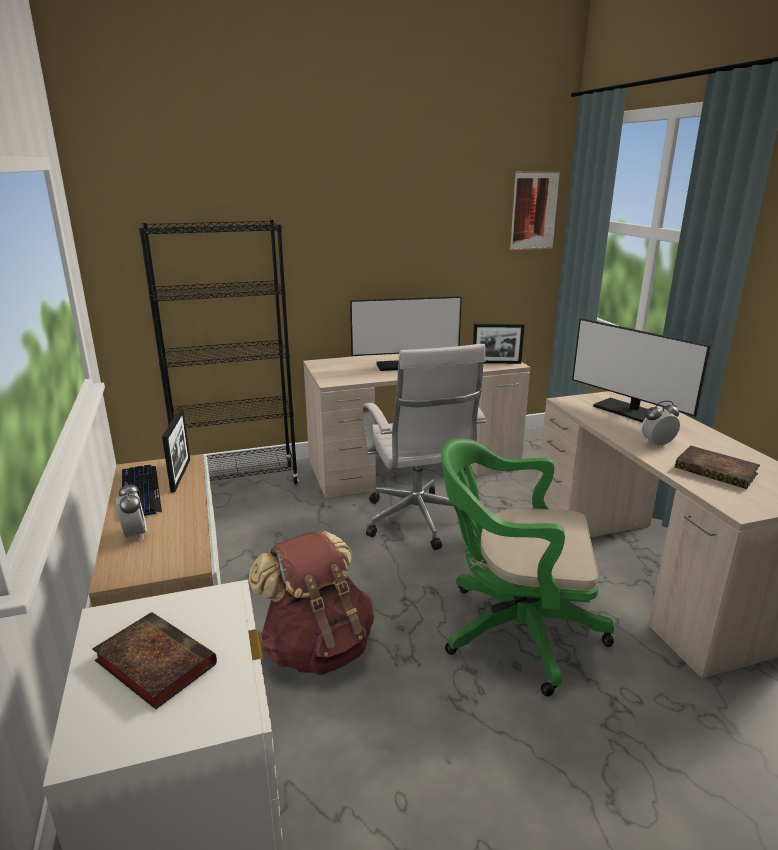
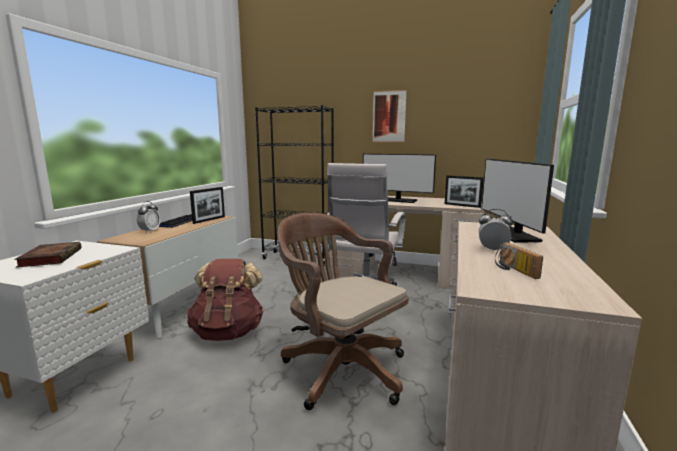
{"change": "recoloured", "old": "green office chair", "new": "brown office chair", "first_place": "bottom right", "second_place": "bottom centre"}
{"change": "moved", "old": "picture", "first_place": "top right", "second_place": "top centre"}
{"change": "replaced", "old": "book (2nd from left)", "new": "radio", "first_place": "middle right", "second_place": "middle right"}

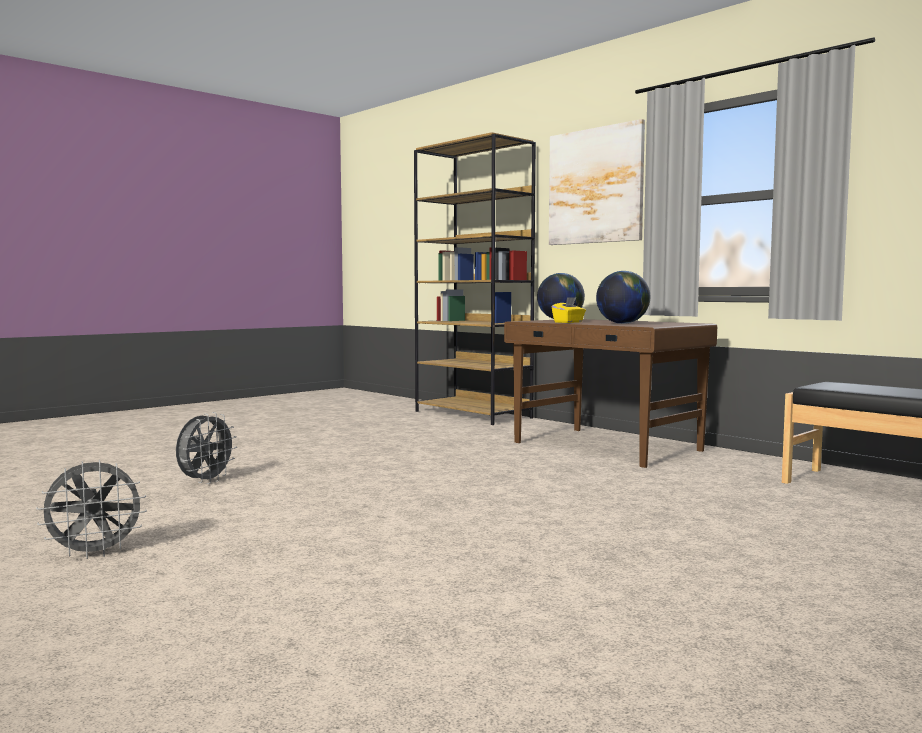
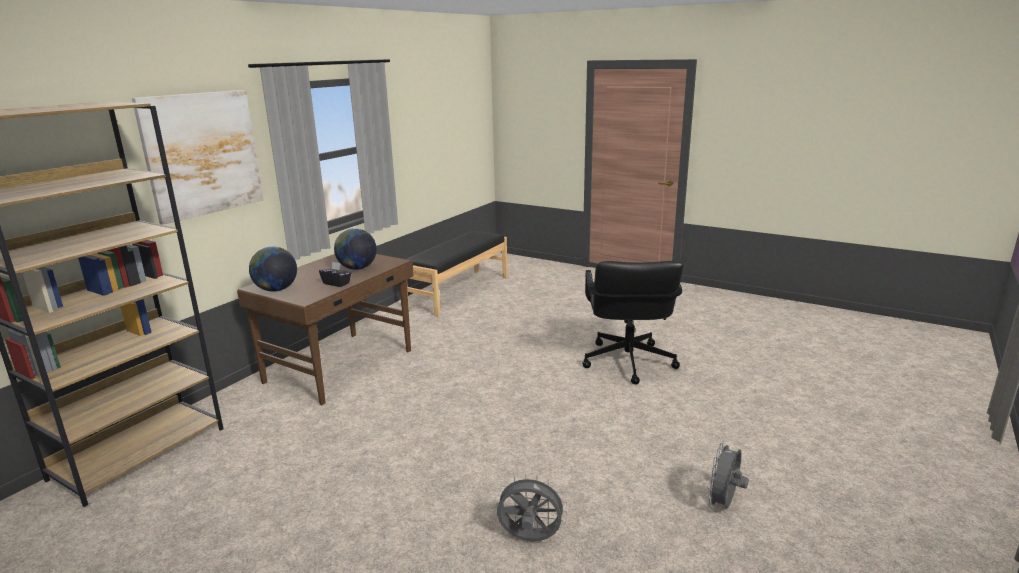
{"change": "recoloured", "old": "yellow tissue box", "new": "black tissue box", "first_place": "centre", "second_place": "middle left"}
{"change": "added", "new": "black office chair", "second_place": "centre"}
{"change": "turned", "old": "grey fan (1st from left in the first image)", "first_place": "bottom left", "second_place": "bottom right", "degrees": -105}

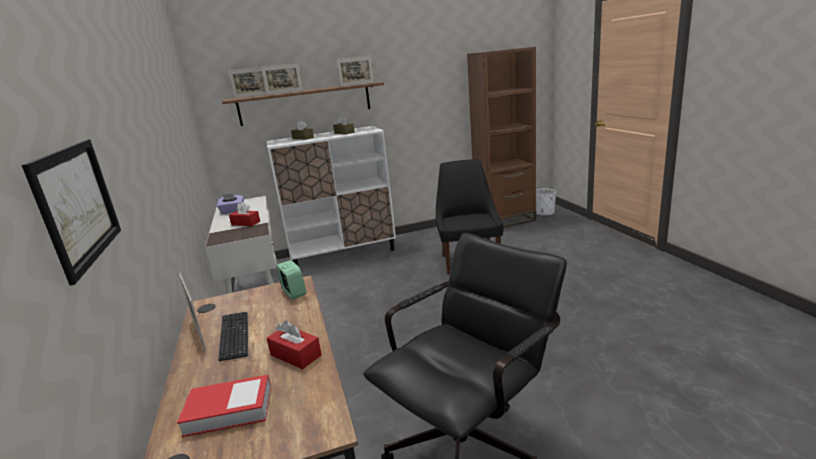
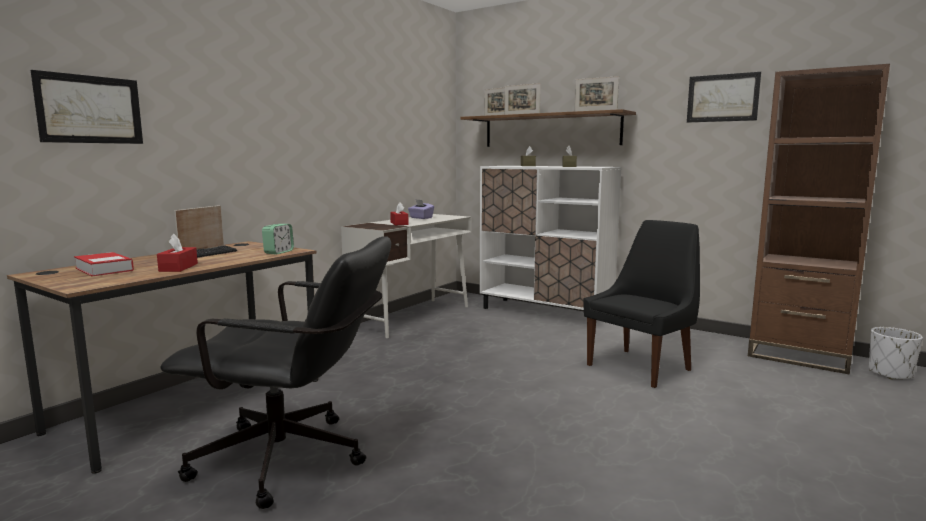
{"change": "added", "new": "picture (2nd from left)", "second_place": "top right"}

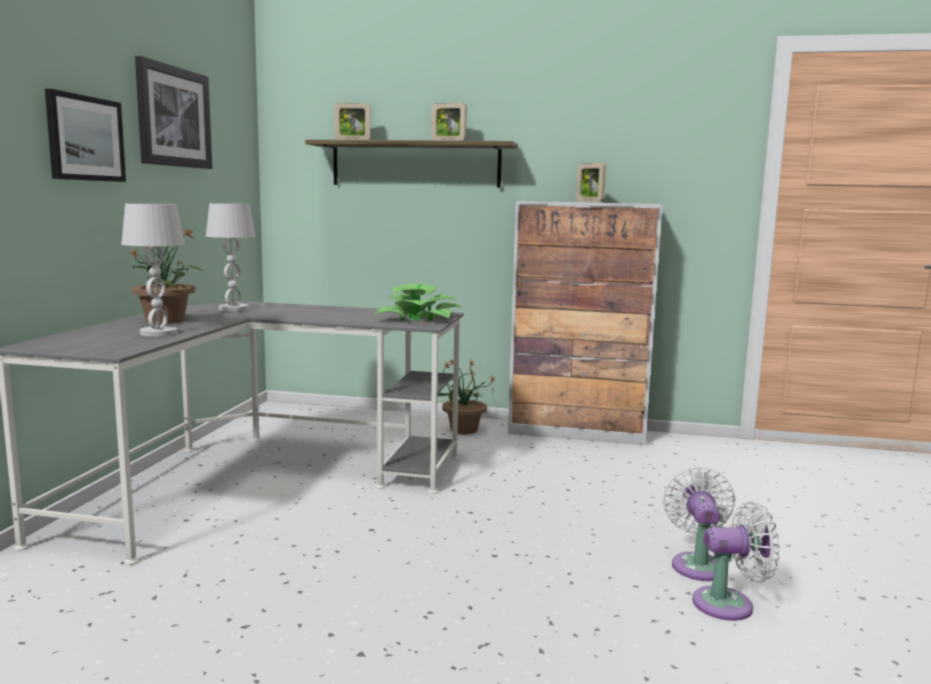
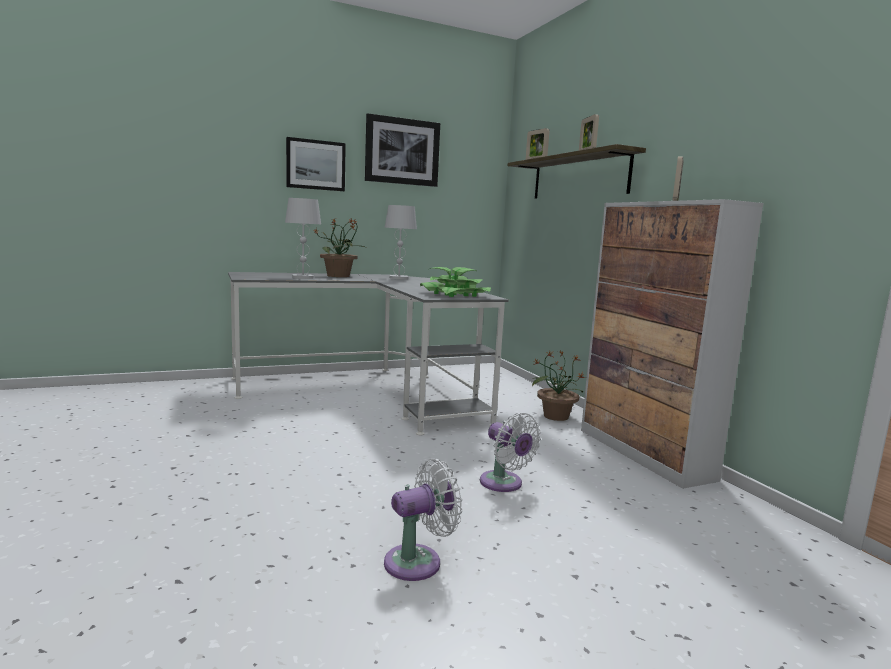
{"change": "moved", "old": "white fan (2nd from left)", "first_place": "bottom right", "second_place": "bottom centre"}

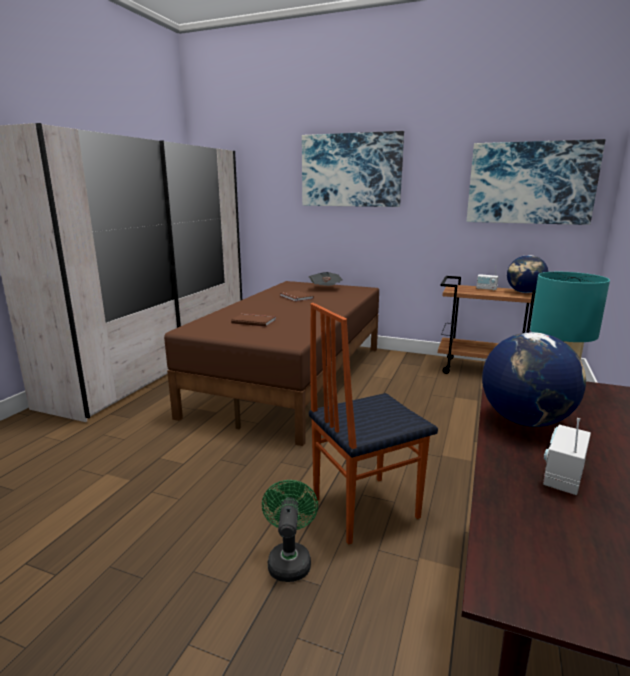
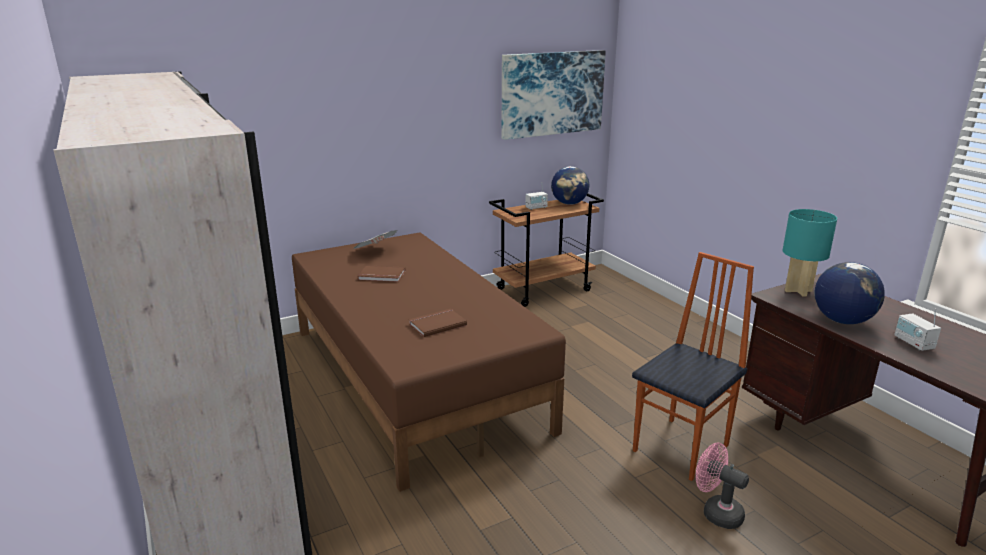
{"change": "turned", "old": "chair", "first_place": "centre", "second_place": "middle right", "degrees": -150}
{"change": "recoloured", "old": "green fan", "new": "pink fan", "first_place": "bottom centre", "second_place": "bottom right"}
{"change": "removed", "old": "picture (1st from left)", "first_place": "top centre"}

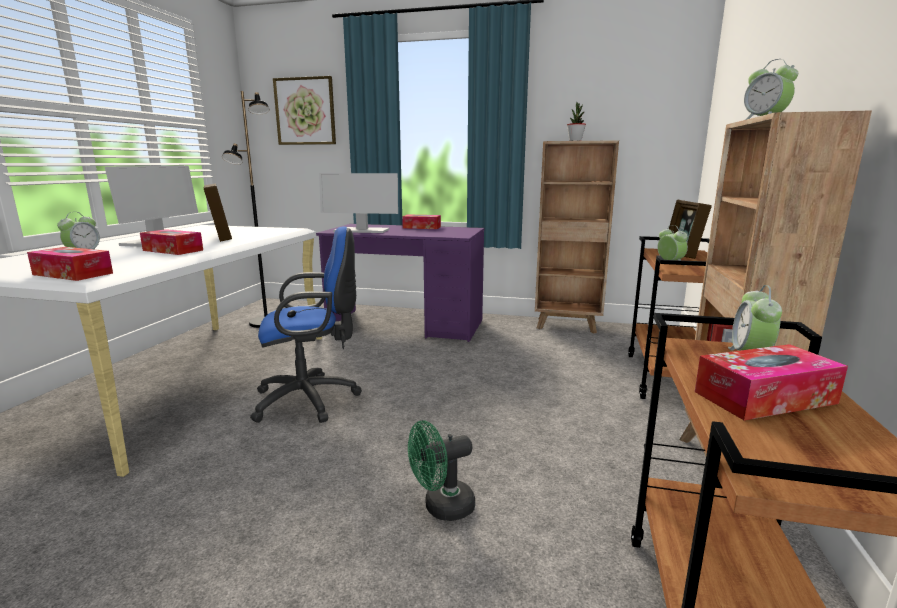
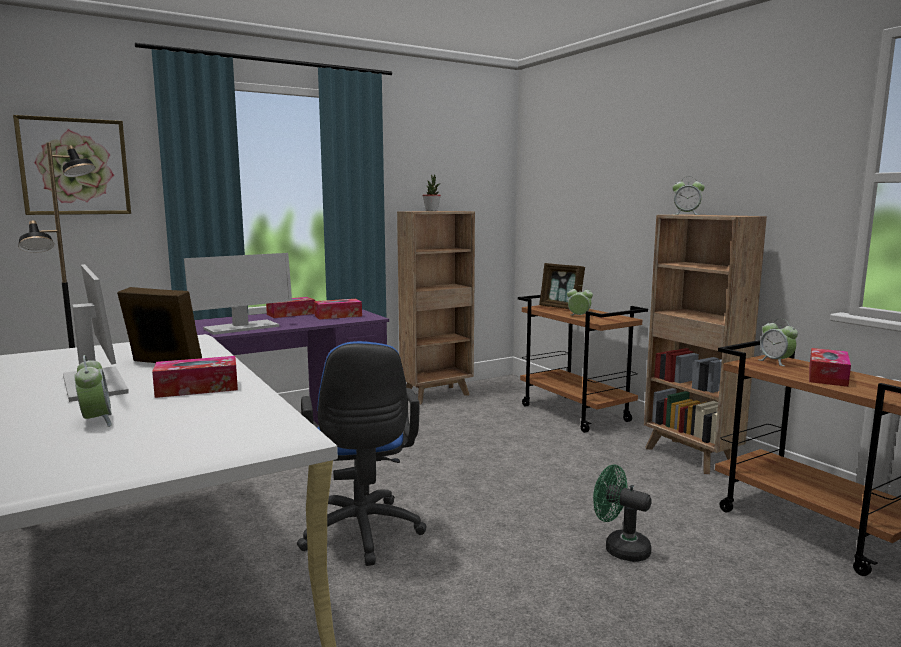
{"change": "turned", "old": "blue office chair", "first_place": "centre", "second_place": "bottom centre", "degrees": 135}
{"change": "moved", "old": "tissue box (1st from left in the first image)", "new": "tissue box (3rd from left)", "first_place": "middle left", "second_place": "centre"}
{"change": "turned", "old": "green fan", "first_place": "bottom centre", "second_place": "bottom right", "degrees": 105}

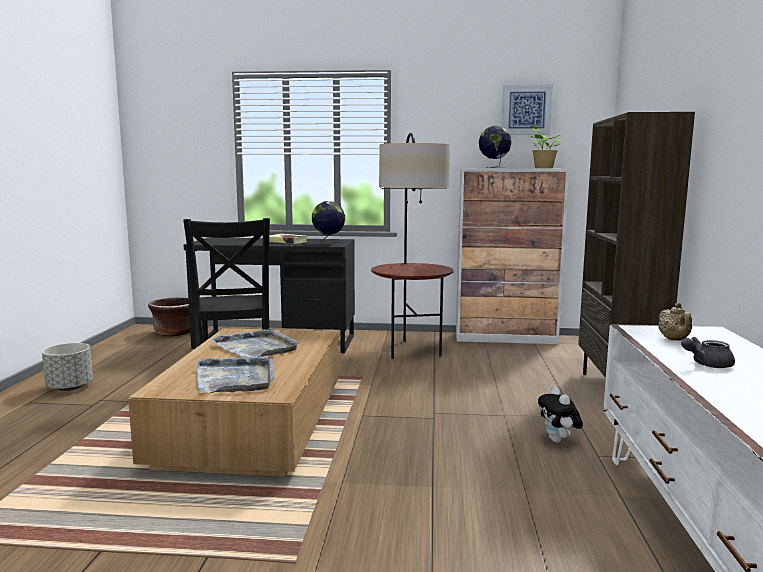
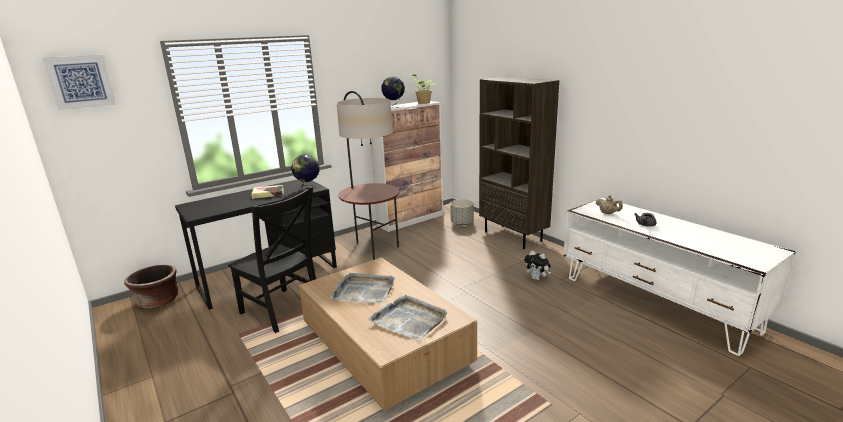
{"change": "moved", "old": "picture", "first_place": "top right", "second_place": "top left"}
{"change": "moved", "old": "grey planter", "first_place": "middle left", "second_place": "centre"}

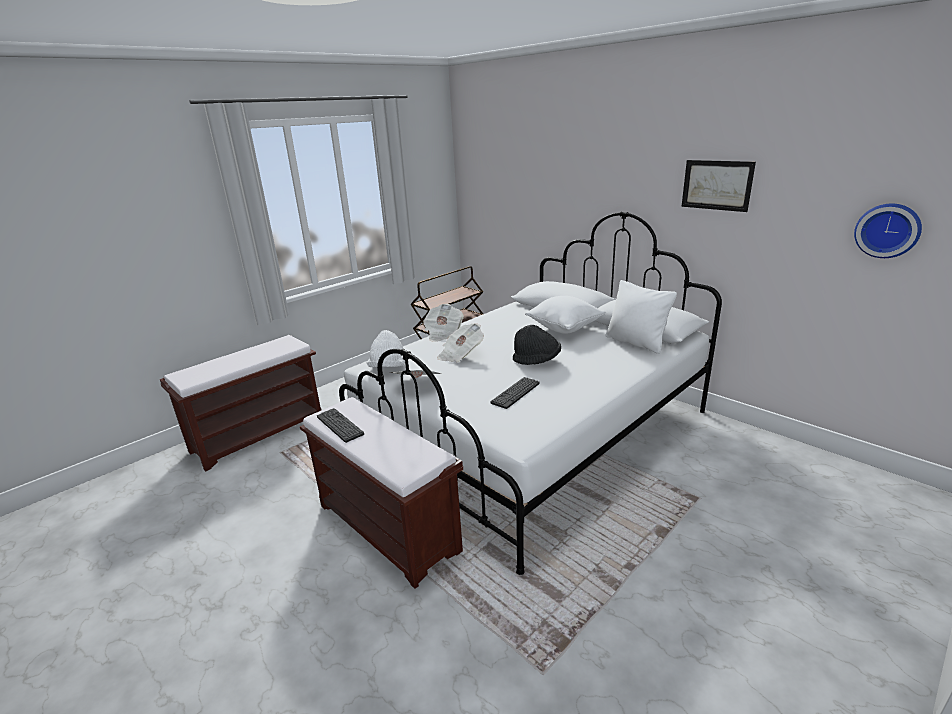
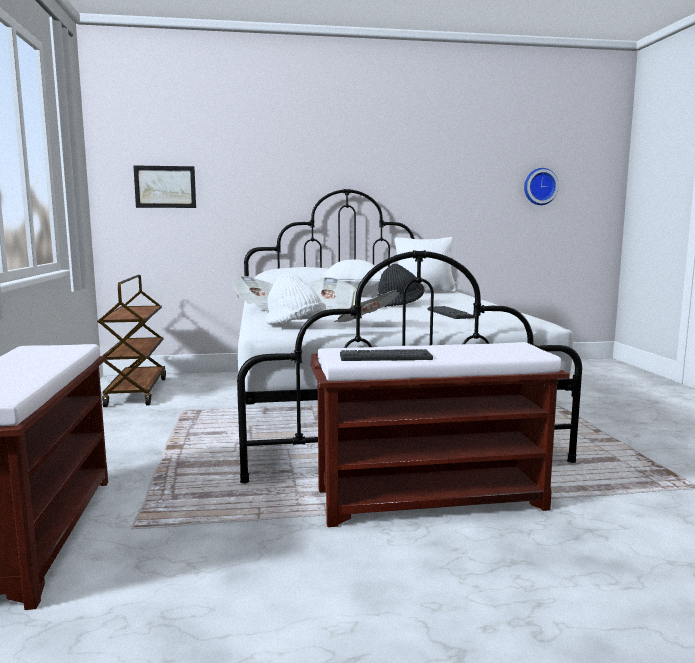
{"change": "moved", "old": "picture", "first_place": "top right", "second_place": "top left"}

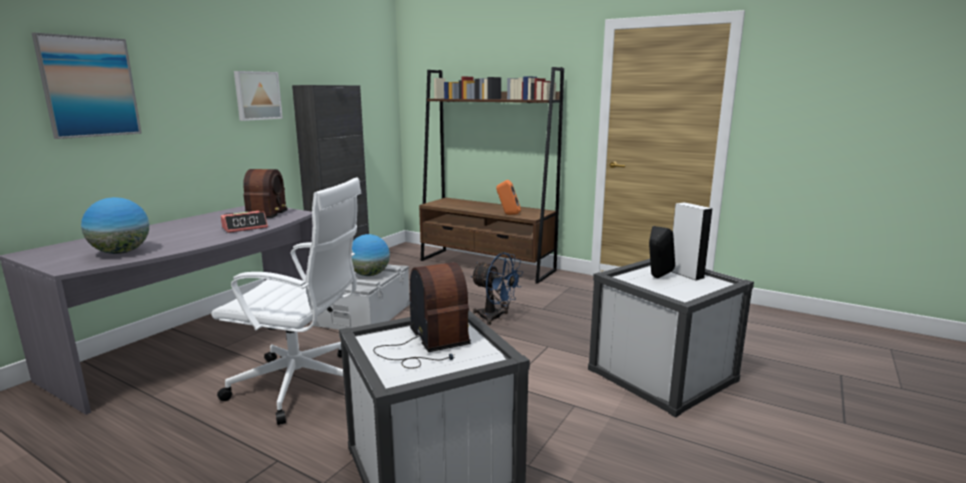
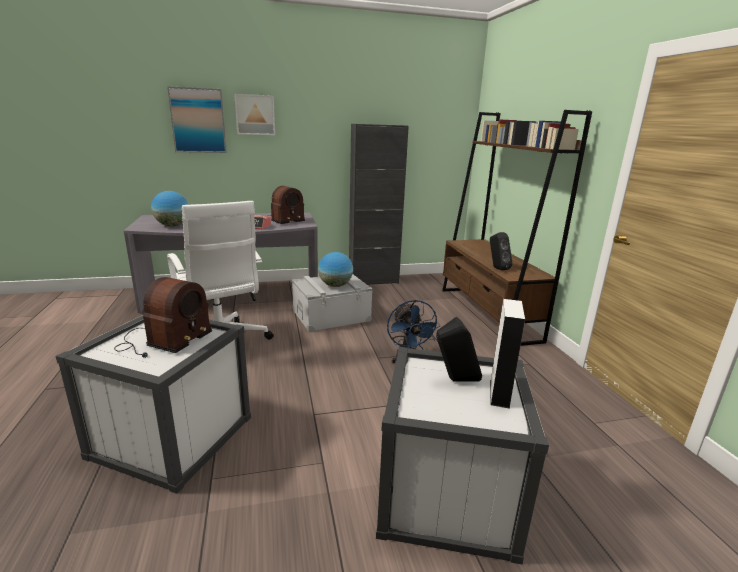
{"change": "moved", "old": "picture (2nd from left)", "first_place": "top left", "second_place": "top centre"}
{"change": "recoloured", "old": "orange speaker", "new": "black speaker (2nd from left)", "first_place": "centre", "second_place": "middle right"}

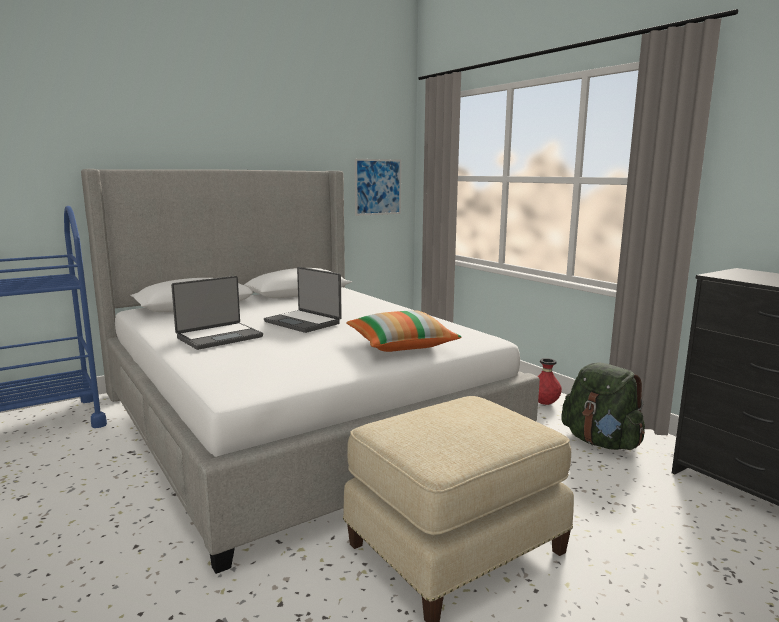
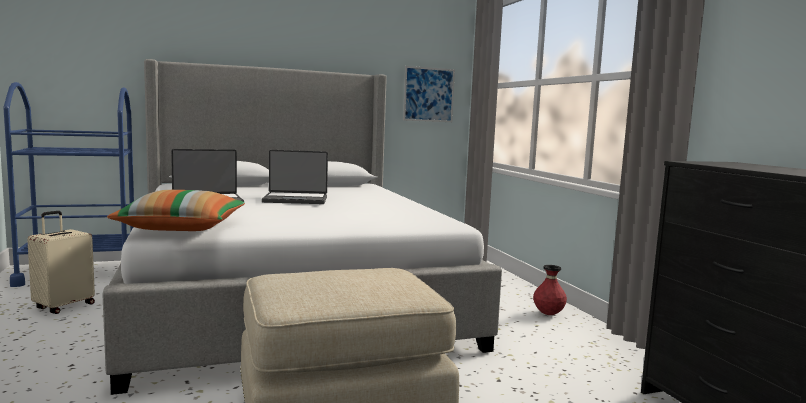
{"change": "added", "new": "beige suitcase", "second_place": "middle left"}
{"change": "moved", "old": "pillow", "first_place": "centre", "second_place": "middle left"}
{"change": "turned", "old": "laptop (2nd from left)", "first_place": "centre", "second_place": "centre", "degrees": -60}
{"change": "removed", "old": "green backpack", "first_place": "middle right"}

